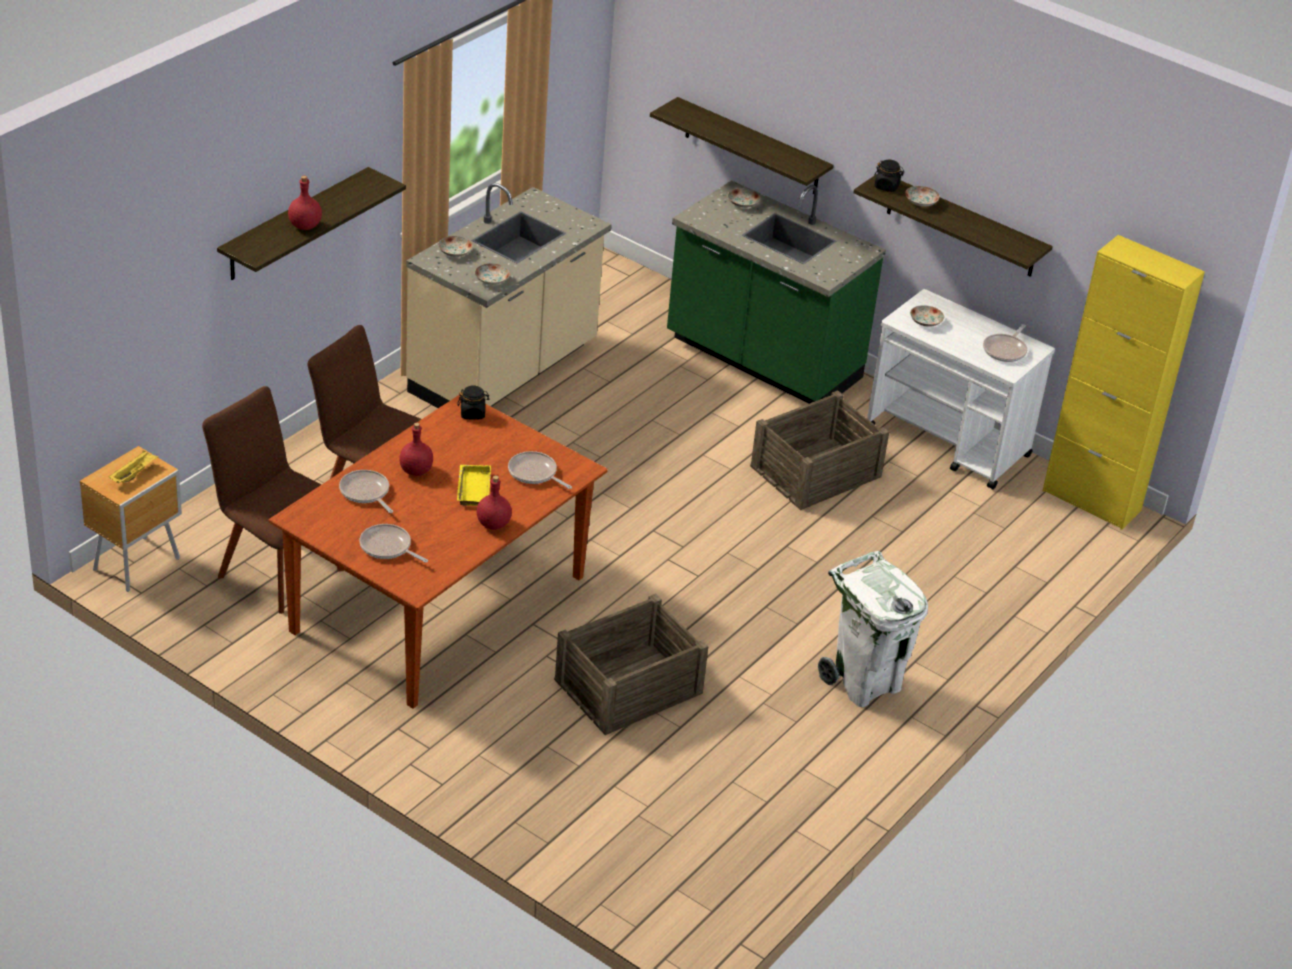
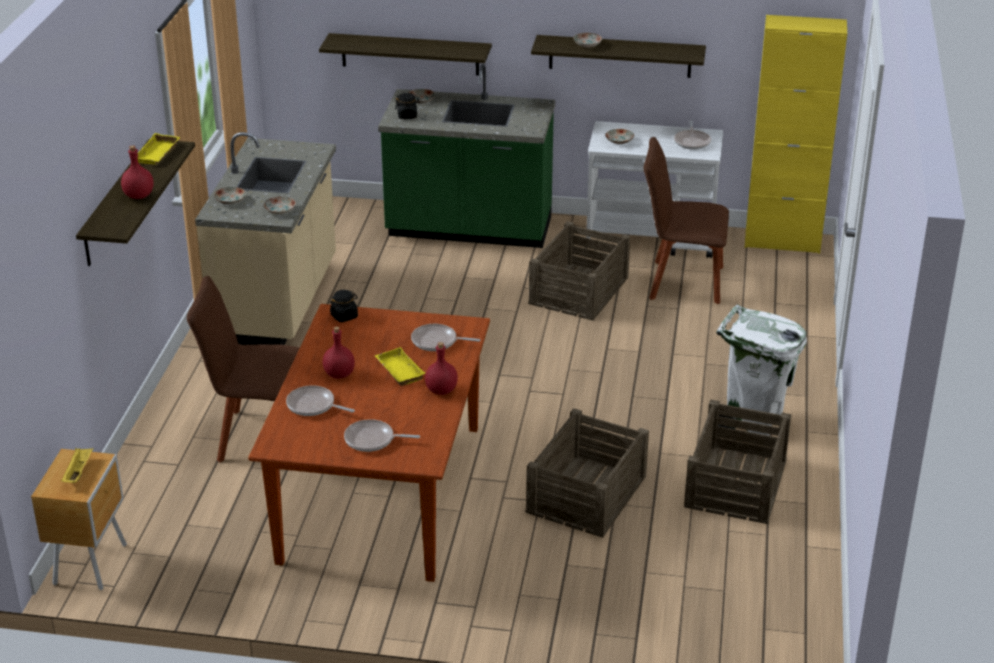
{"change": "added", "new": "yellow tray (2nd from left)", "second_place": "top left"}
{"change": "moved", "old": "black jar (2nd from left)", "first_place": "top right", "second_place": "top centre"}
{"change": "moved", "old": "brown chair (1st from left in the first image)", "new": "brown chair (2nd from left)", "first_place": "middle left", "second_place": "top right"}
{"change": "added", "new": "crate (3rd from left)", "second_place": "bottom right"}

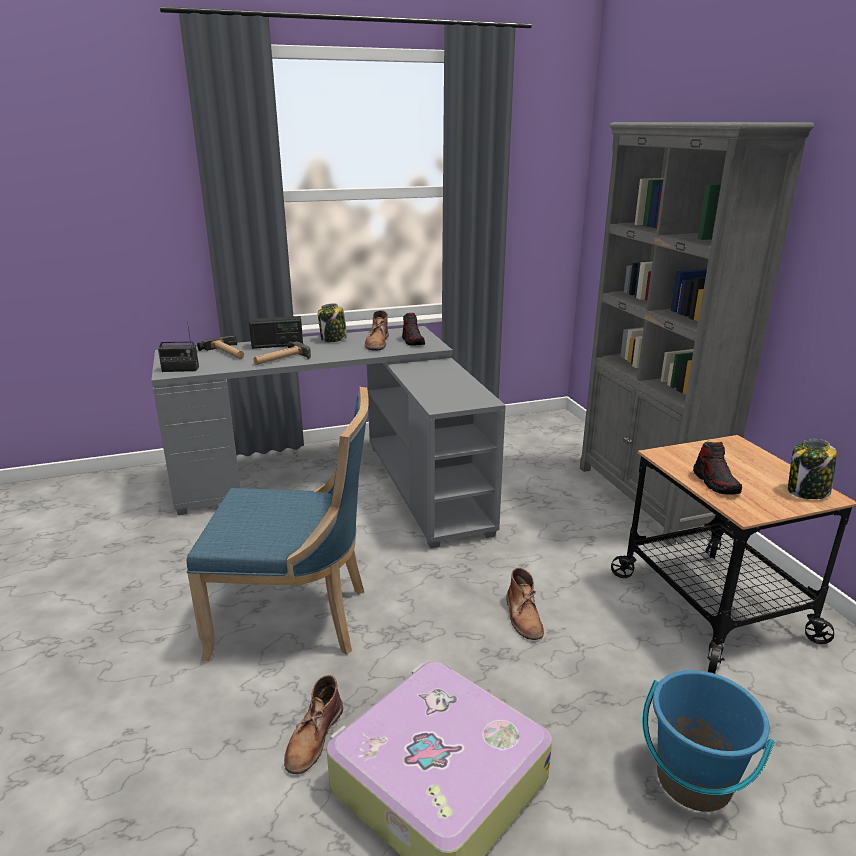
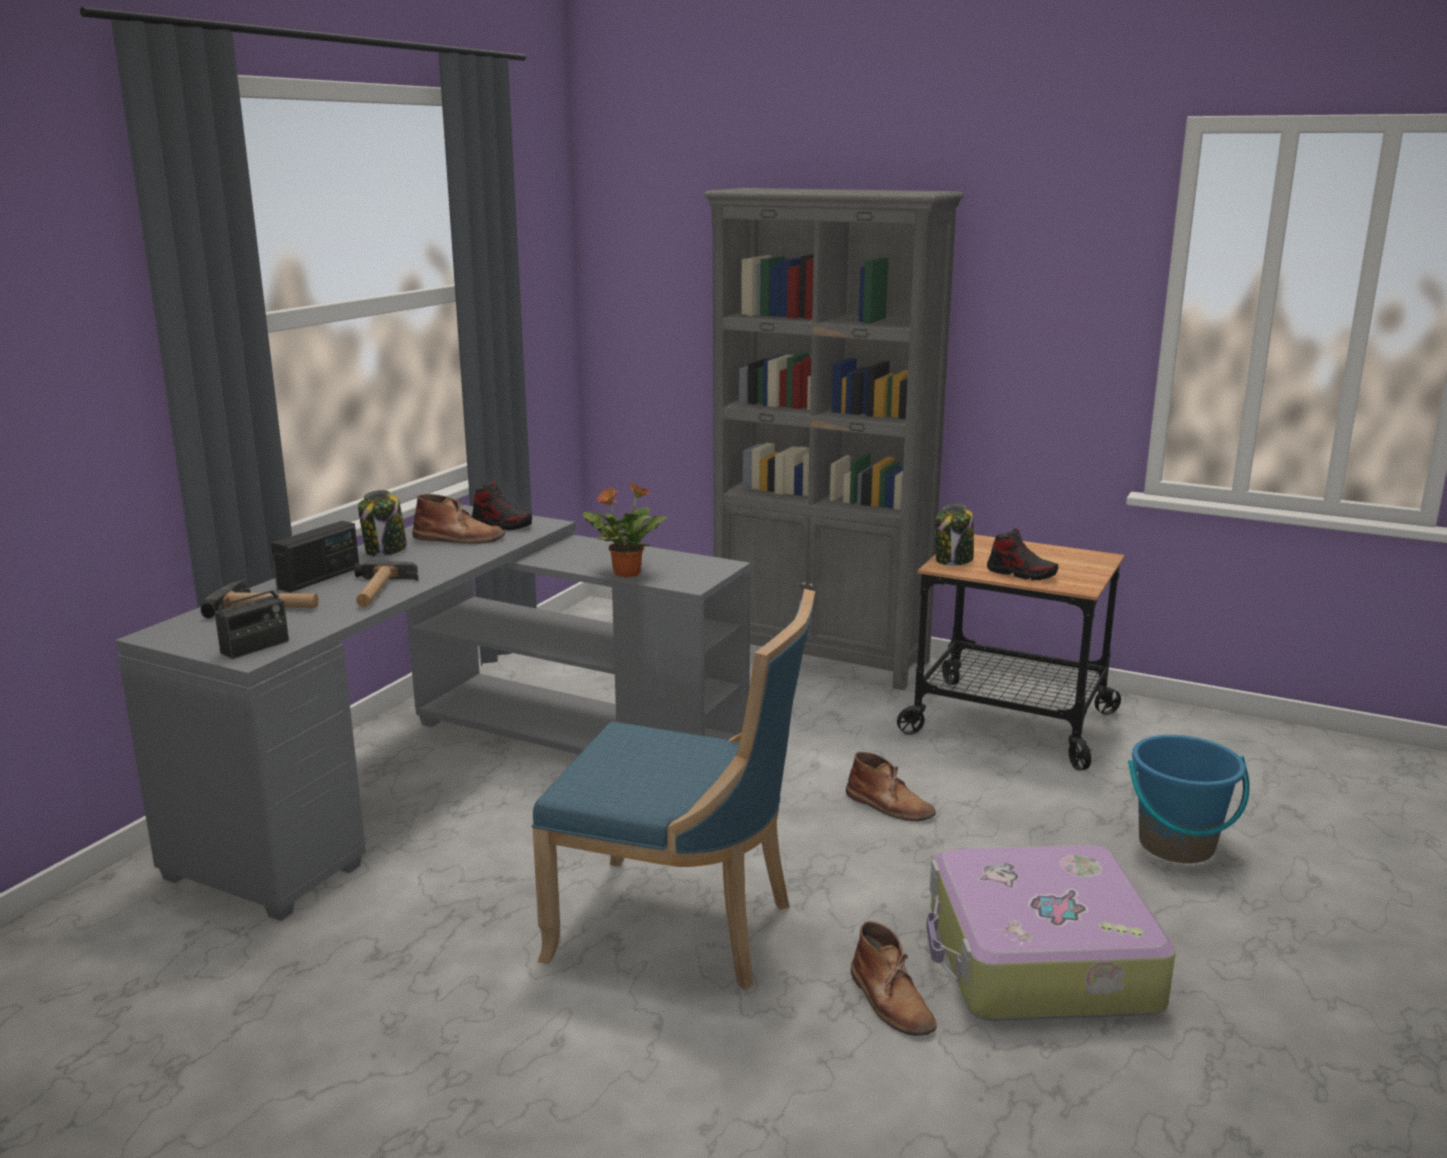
{"change": "turned", "old": "brown boot (2nd from left in the first image)", "first_place": "centre", "second_place": "middle left", "degrees": -45}
{"change": "turned", "old": "blue chair", "first_place": "middle left", "second_place": "bottom centre", "degrees": 60}
{"change": "added", "new": "potted plant", "second_place": "centre"}
{"change": "moved", "old": "jar (2nd from left)", "first_place": "middle right", "second_place": "centre"}

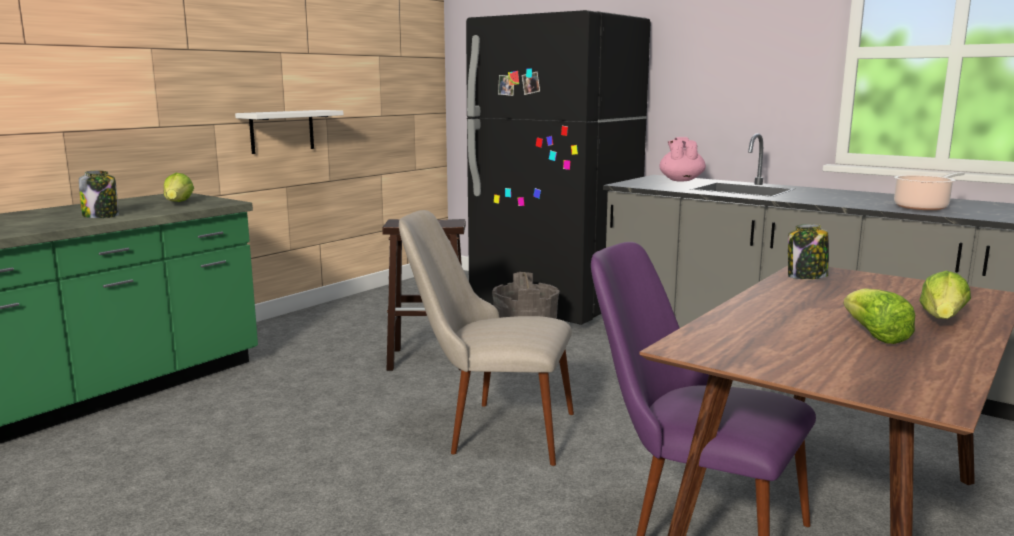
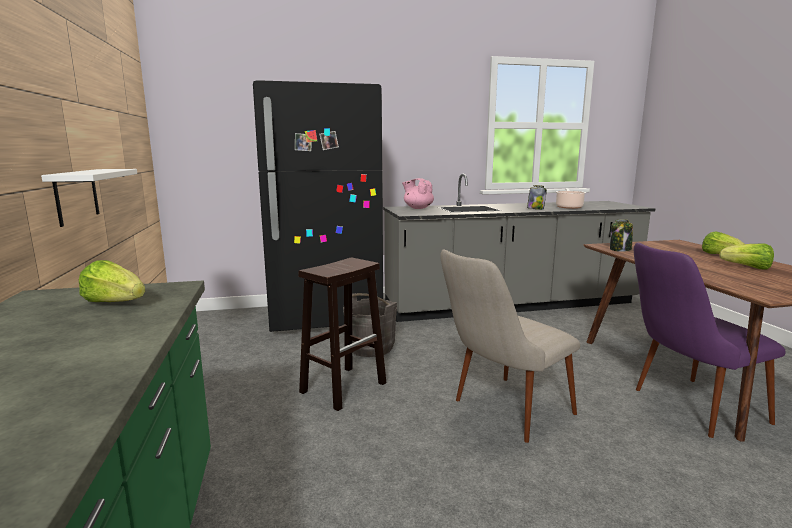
{"change": "moved", "old": "jar (1st from left)", "first_place": "middle left", "second_place": "middle right"}

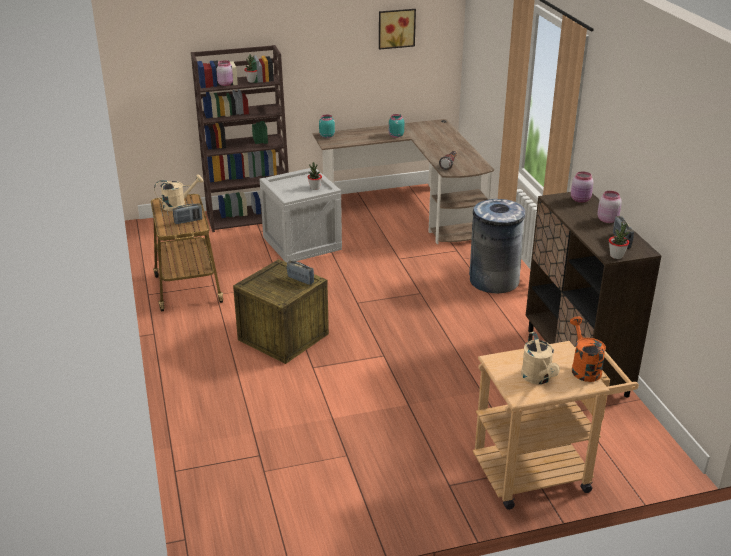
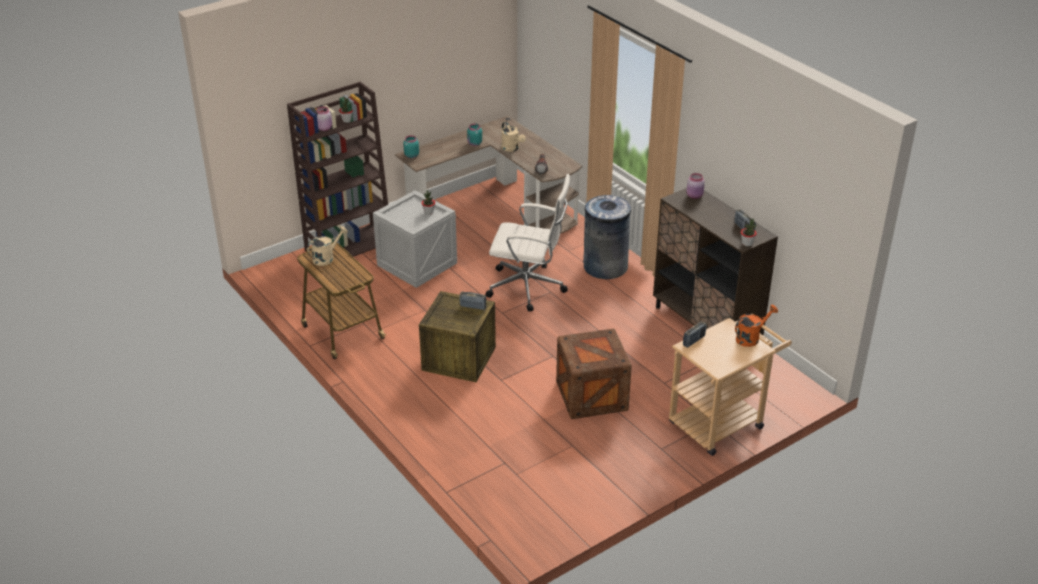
{"change": "added", "new": "white office chair", "second_place": "centre"}
{"change": "moved", "old": "beige watering can (2nd from left)", "first_place": "middle right", "second_place": "top centre"}
{"change": "added", "new": "crate (3rd from left)", "second_place": "centre"}
{"change": "moved", "old": "radio (1st from left in the first image)", "new": "radio (2nd from left)", "first_place": "middle left", "second_place": "middle right"}
{"change": "turned", "old": "orange watering can", "first_place": "middle right", "second_place": "middle right", "degrees": 90}
{"change": "removed", "old": "picture", "first_place": "top centre"}
{"change": "removed", "old": "pink jar (3rd from left)", "first_place": "middle right"}

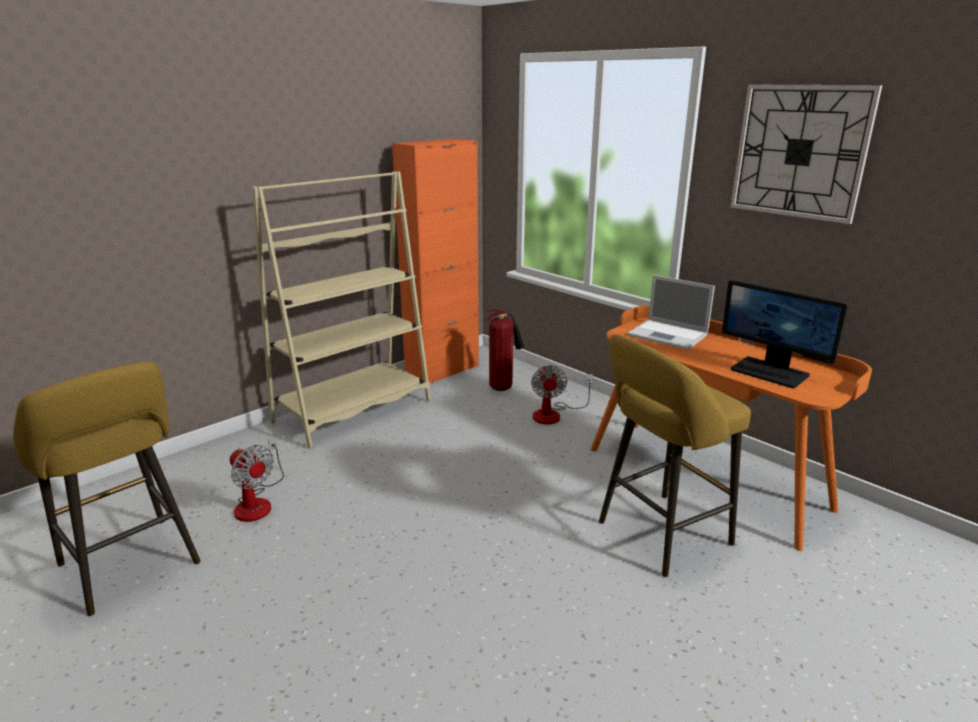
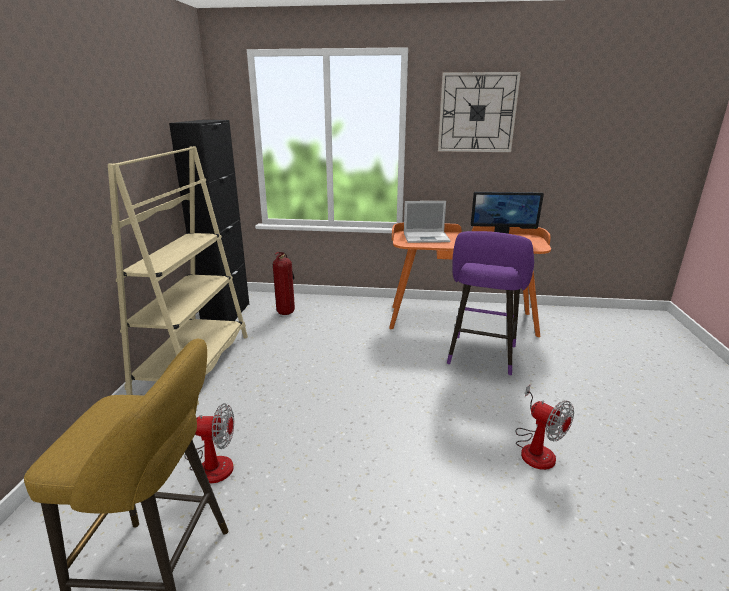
{"change": "recoloured", "old": "orange cabinet", "new": "black cabinet", "first_place": "centre", "second_place": "middle left"}
{"change": "recoloured", "old": "yellow stool (2nd from left)", "new": "purple stool", "first_place": "middle right", "second_place": "middle right"}
{"change": "moved", "old": "fan (2nd from left)", "first_place": "centre", "second_place": "bottom right"}

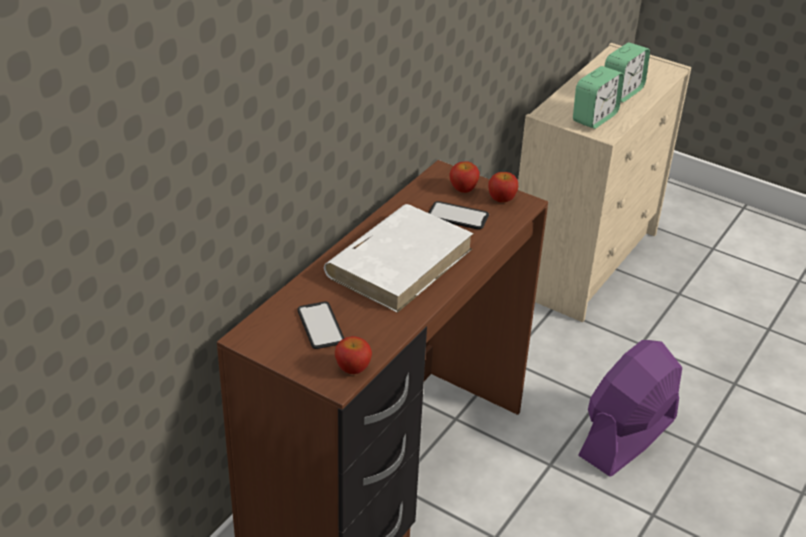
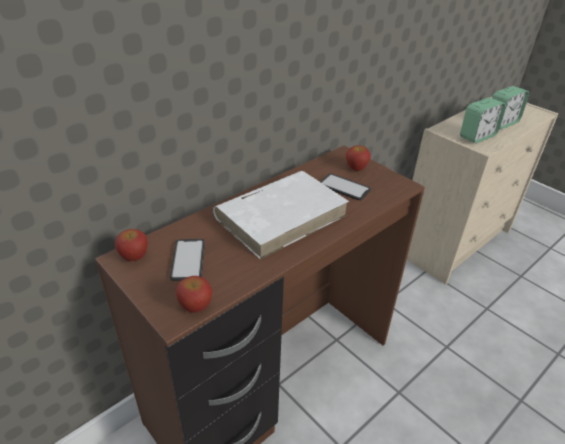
{"change": "moved", "old": "apple (3rd from left in the first image)", "new": "apple (1st from left)", "first_place": "centre", "second_place": "middle left"}
{"change": "removed", "old": "purple fan", "first_place": "bottom right"}

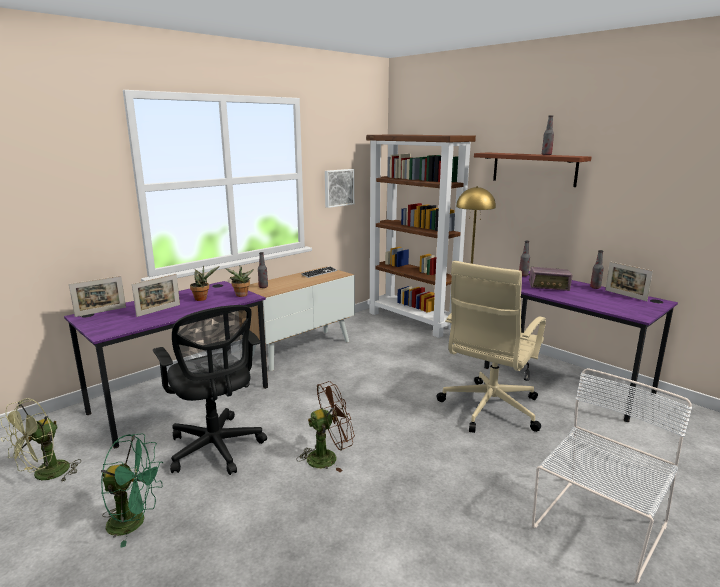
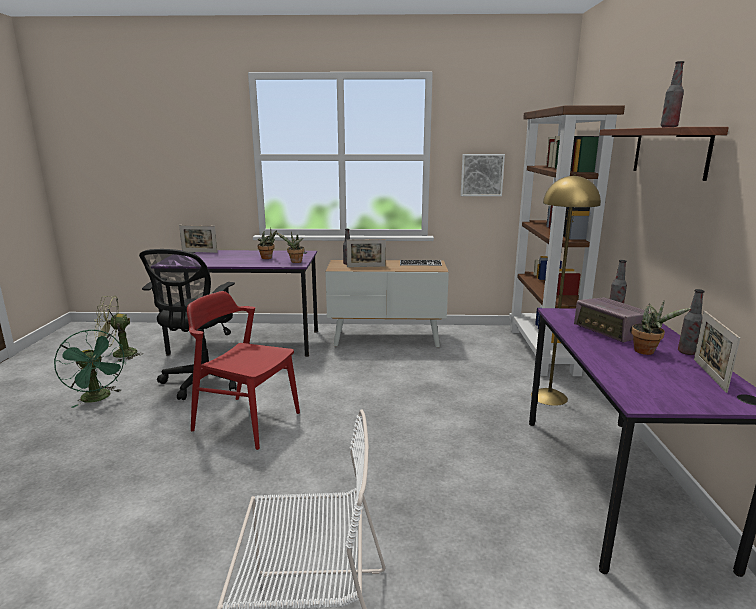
{"change": "replaced", "old": "brown fan", "new": "red chair", "first_place": "bottom centre", "second_place": "middle left"}
{"change": "moved", "old": "picture frame (2nd from left)", "first_place": "middle left", "second_place": "centre"}
{"change": "added", "new": "potted plant (3rd from left)", "second_place": "middle right"}
{"change": "removed", "old": "beige office chair", "first_place": "middle right"}

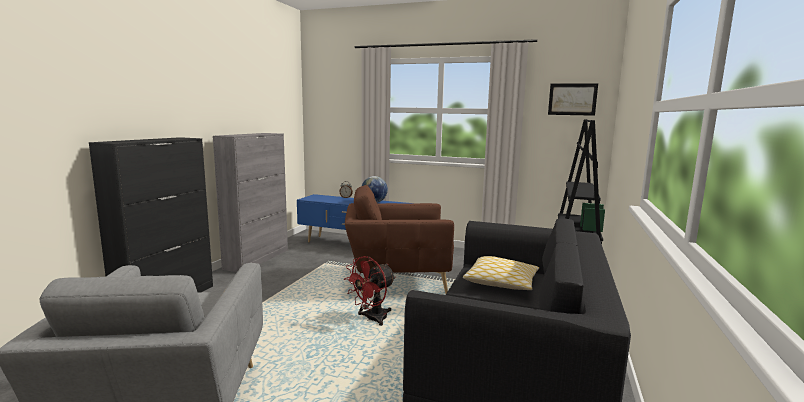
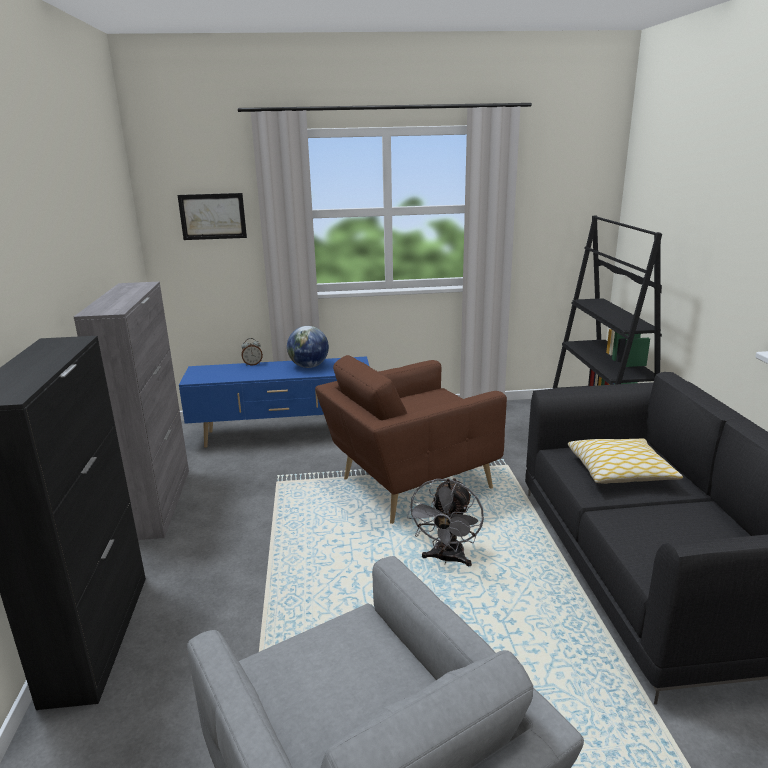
{"change": "moved", "old": "picture", "first_place": "top right", "second_place": "top left"}
{"change": "recoloured", "old": "red fan", "new": "grey fan", "first_place": "bottom centre", "second_place": "bottom centre"}

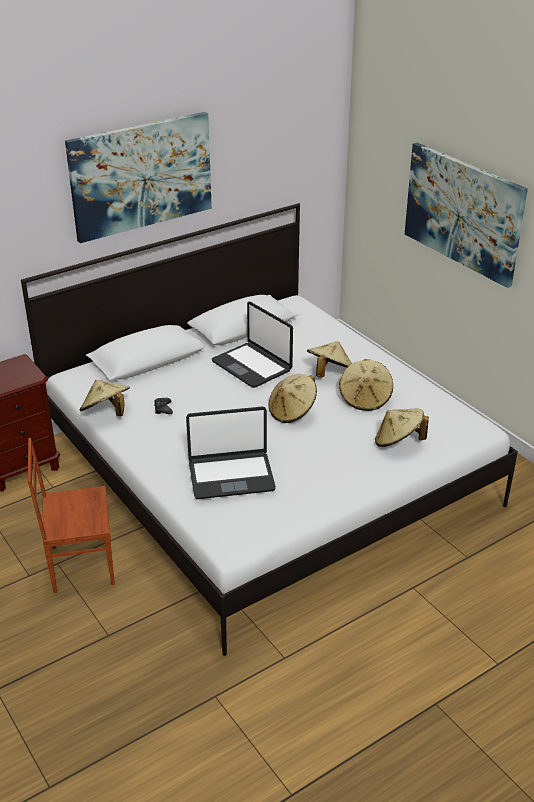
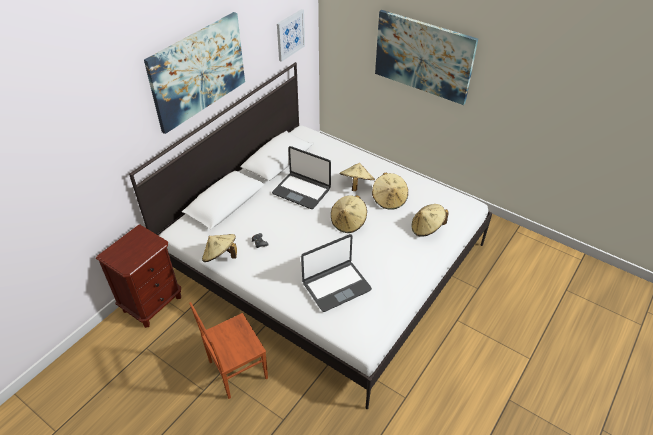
{"change": "added", "new": "picture (2nd from left)", "second_place": "top centre"}

